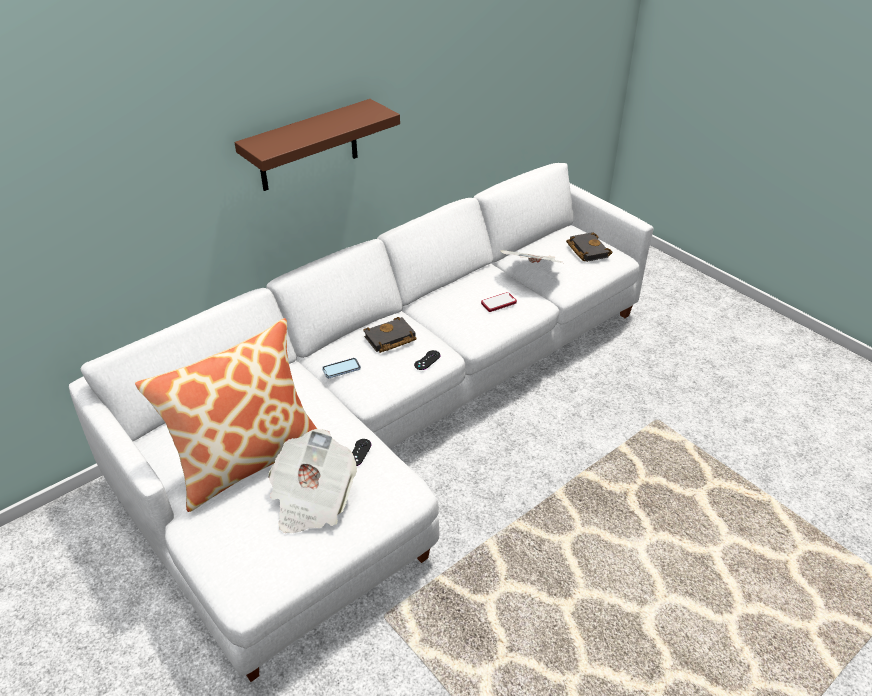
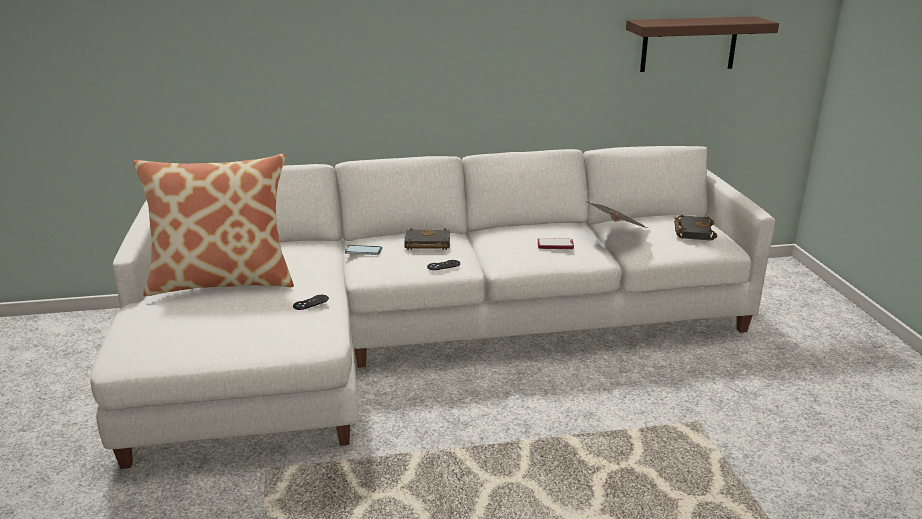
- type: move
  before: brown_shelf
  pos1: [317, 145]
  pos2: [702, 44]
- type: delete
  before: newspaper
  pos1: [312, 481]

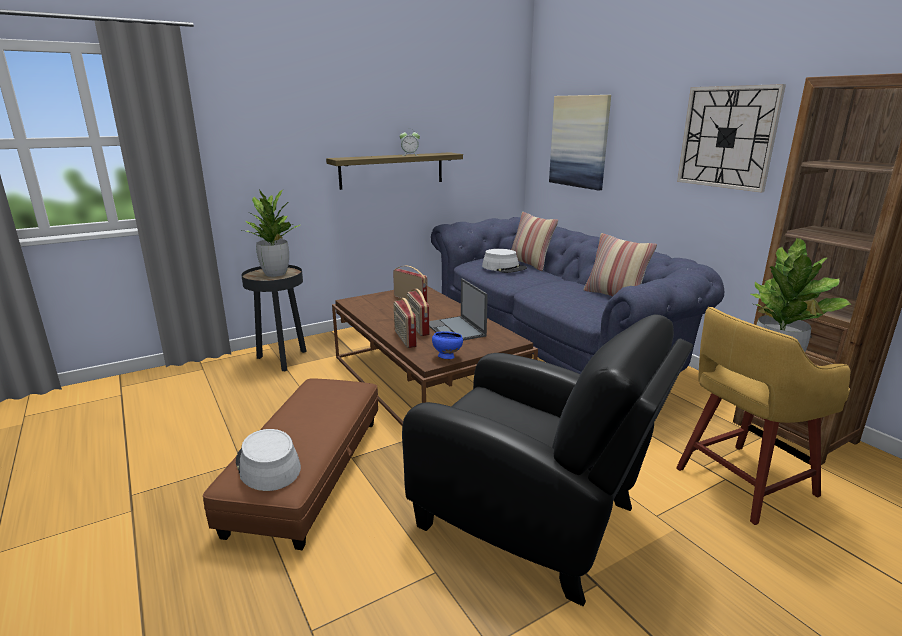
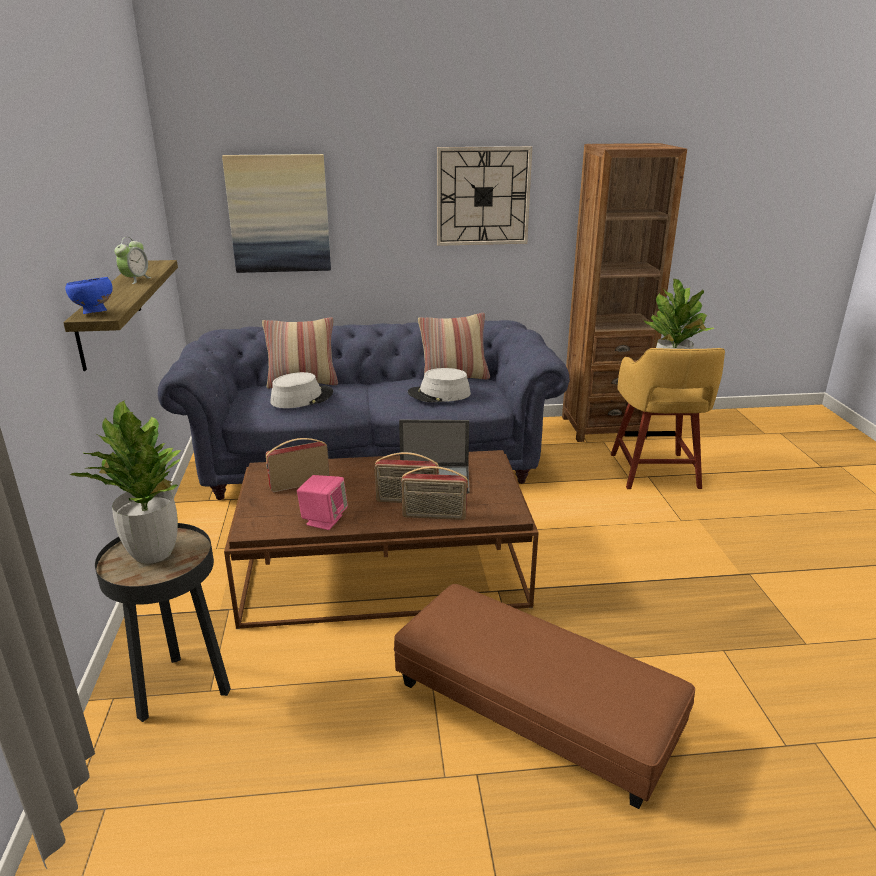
- type: move
  before: grey_hat
  pos1: [268, 460]
  pos2: [439, 385]
- type: delete
  before: black_armchair
  pos1: [547, 460]
- type: move
  before: blue_bowl
  pos1: [447, 345]
  pos2: [89, 295]
- type: insert
  after: pink_speaker
  pos2: [322, 502]

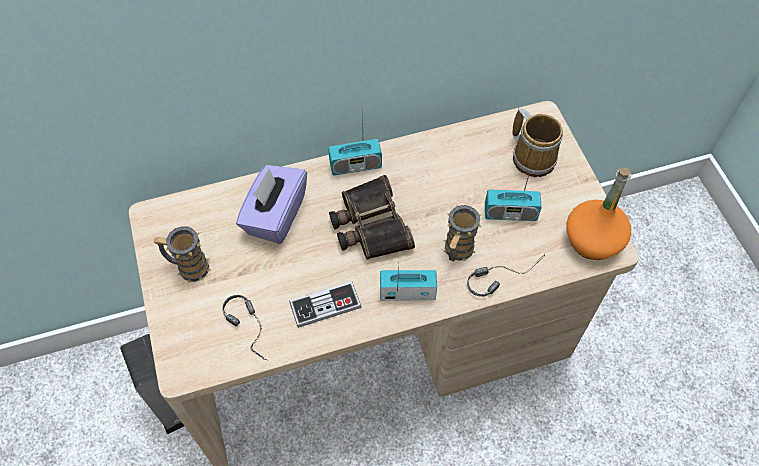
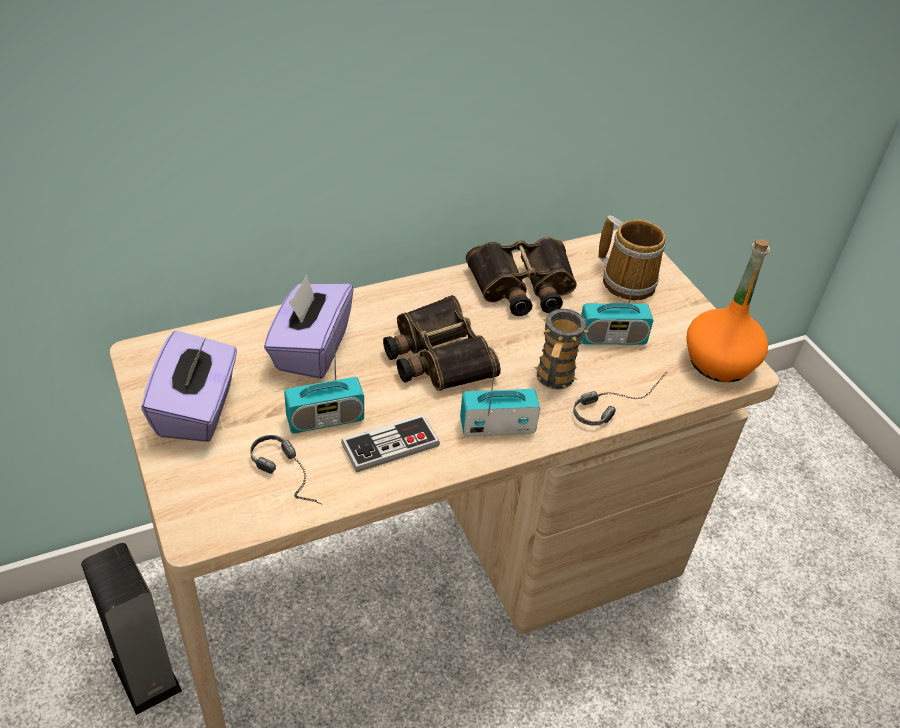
- type: replace
  before: mug
  after: purple_tissue_box
  pos1: [182, 254]
  pos2: [189, 386]
- type: move
  before: radio
  pos1: [355, 145]
  pos2: [324, 381]
- type: insert
  after: binoculars
  pos2: [521, 276]

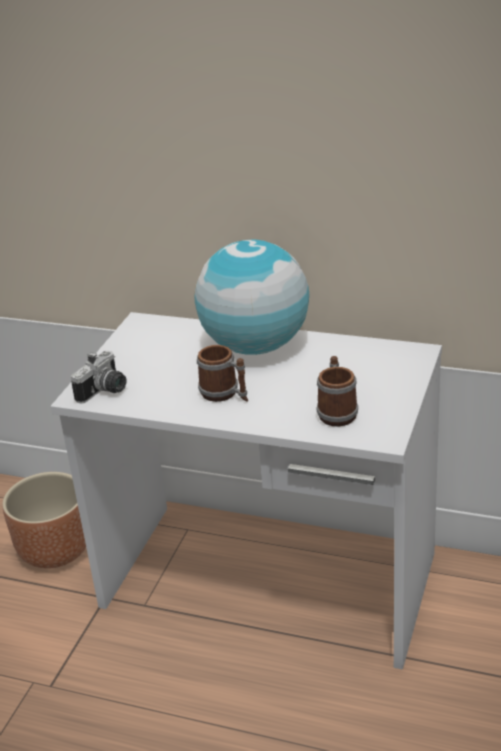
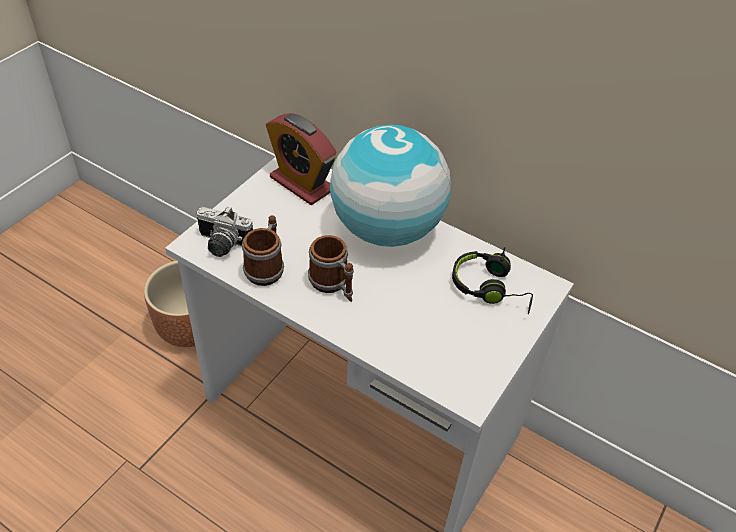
- type: rotate
  before: photo_camera
  pos1: [98, 377]
  pos2: [224, 231]
  turn: 60
- type: move
  before: mug
  pos1: [337, 391]
  pos2: [263, 250]
- type: insert
  after: alarm_clock
  pos2: [301, 159]
- type: insert
  after: black_headphones
  pos2: [492, 280]

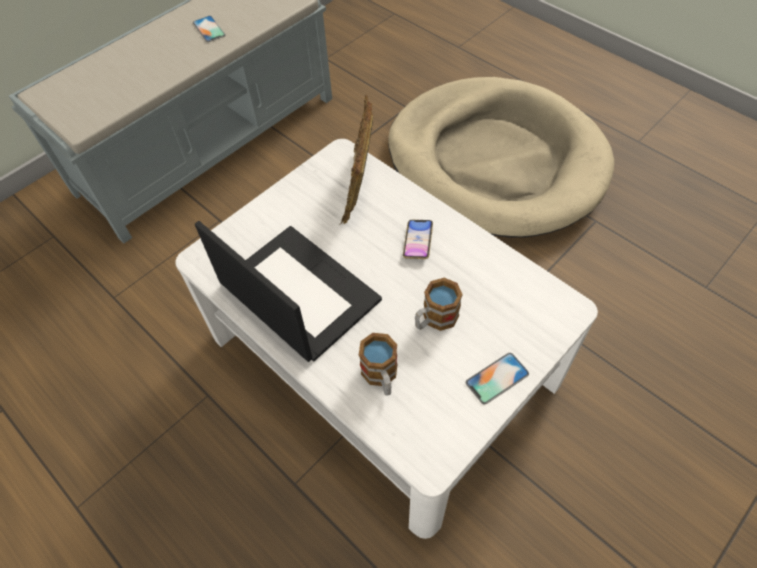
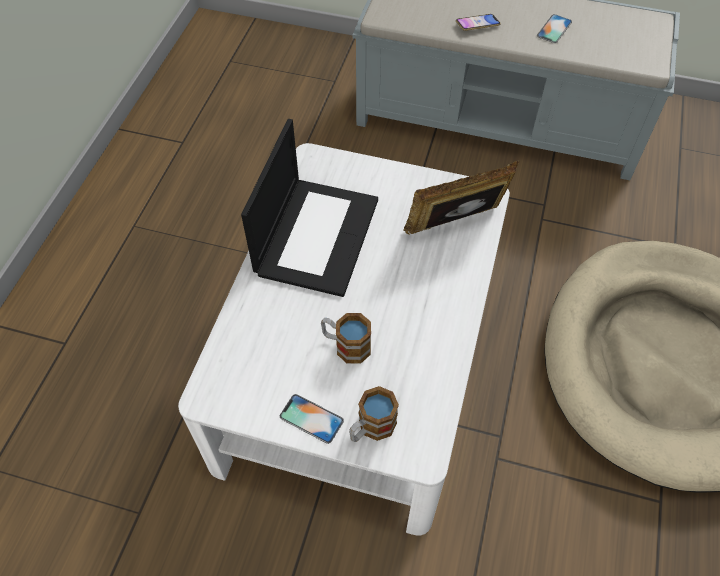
- type: move
  before: mug
  pos1: [378, 364]
  pos2: [374, 414]
- type: move
  before: phone
  pos1: [418, 239]
  pos2: [478, 22]

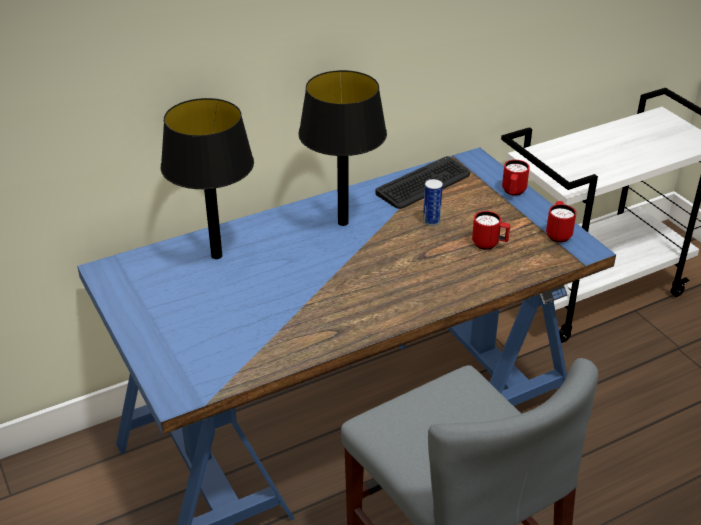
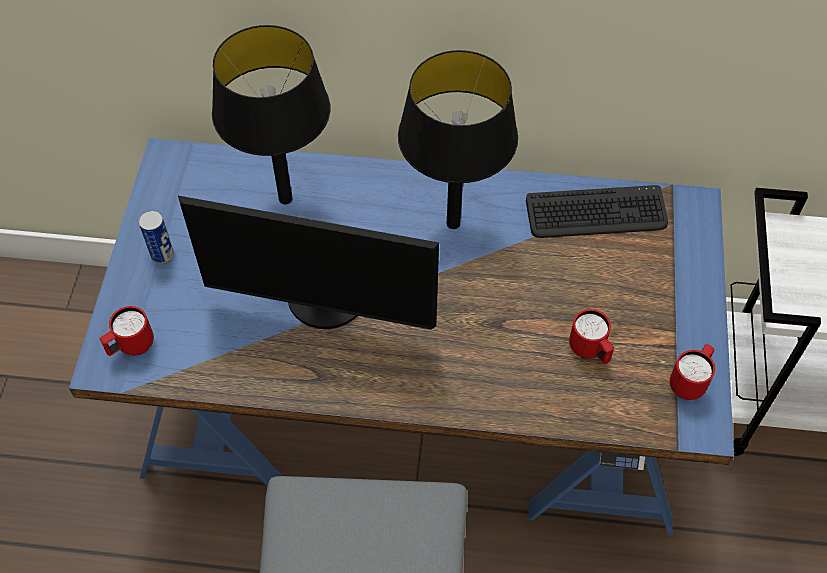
- type: move
  before: can
  pos1: [433, 202]
  pos2: [156, 237]
- type: move
  before: red_mug
  pos1: [516, 178]
  pos2: [127, 331]
- type: insert
  after: monitor
  pos2: [308, 263]

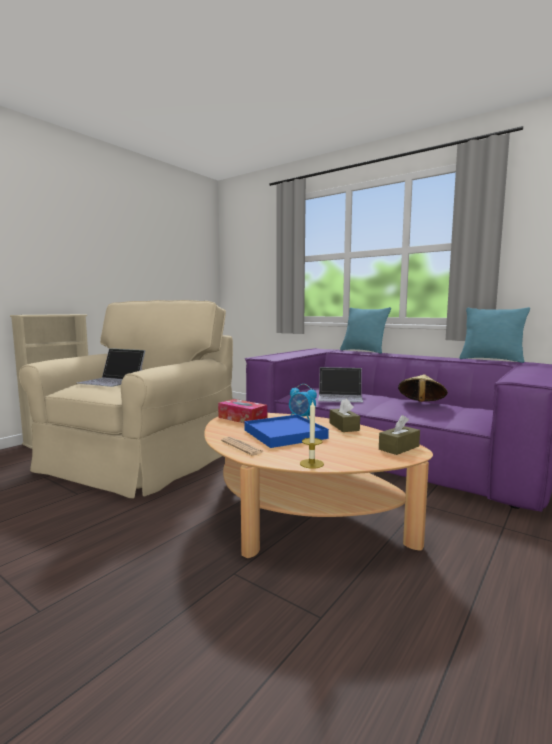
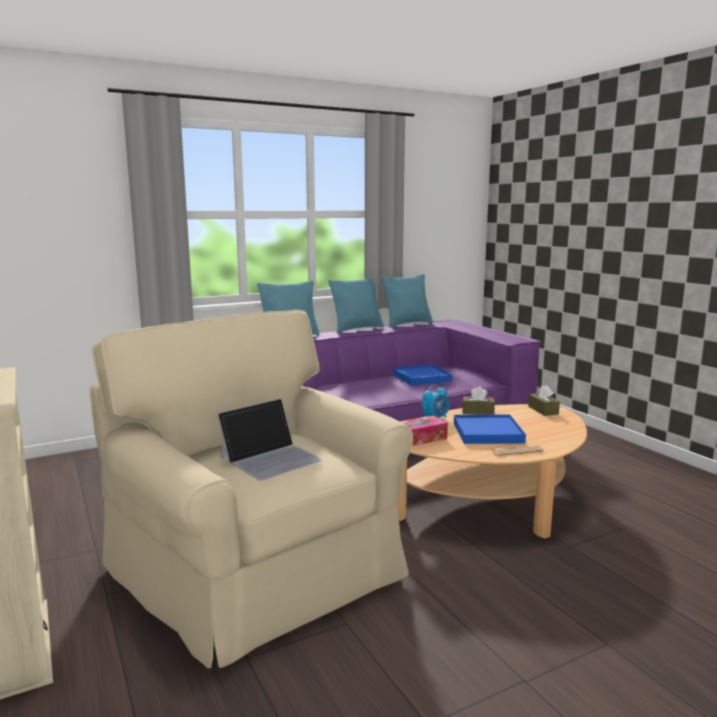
- type: delete
  before: candle
  pos1: [312, 434]
- type: delete
  before: laptop
  pos1: [340, 384]
- type: replace
  before: beige_hat
  after: blue_tray
  pos1: [423, 388]
  pos2: [422, 375]
- type: insert
  after: turquoise_pillow
  pos2: [356, 305]

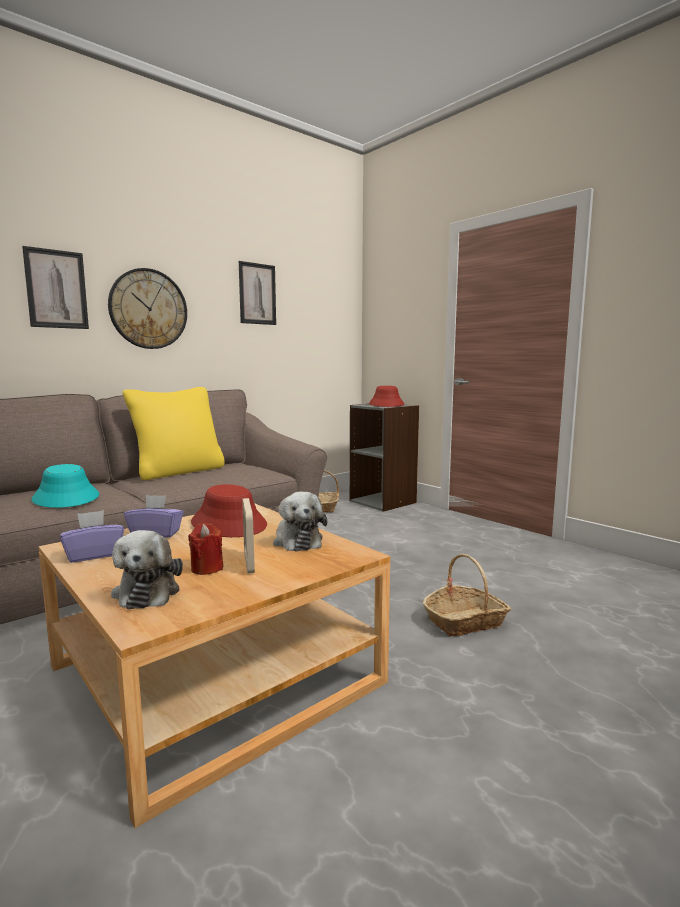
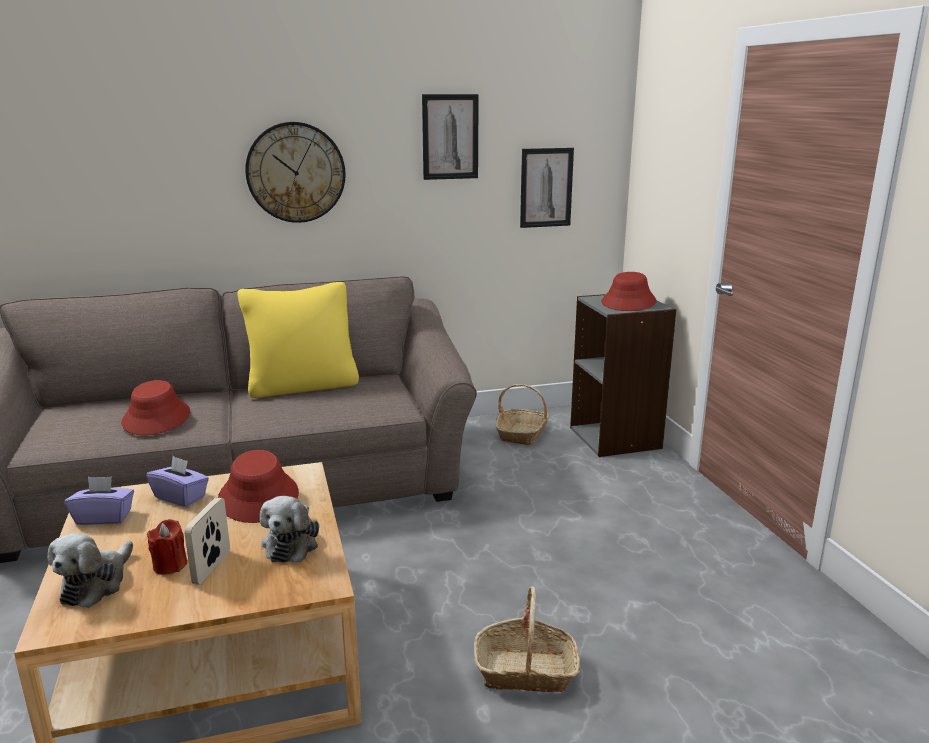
- type: move
  before: picture
  pos1: [55, 287]
  pos2: [547, 188]
- type: recolor
  before: turquoise_hat
  after: red_hat
  pos1: [65, 486]
  pos2: [155, 407]

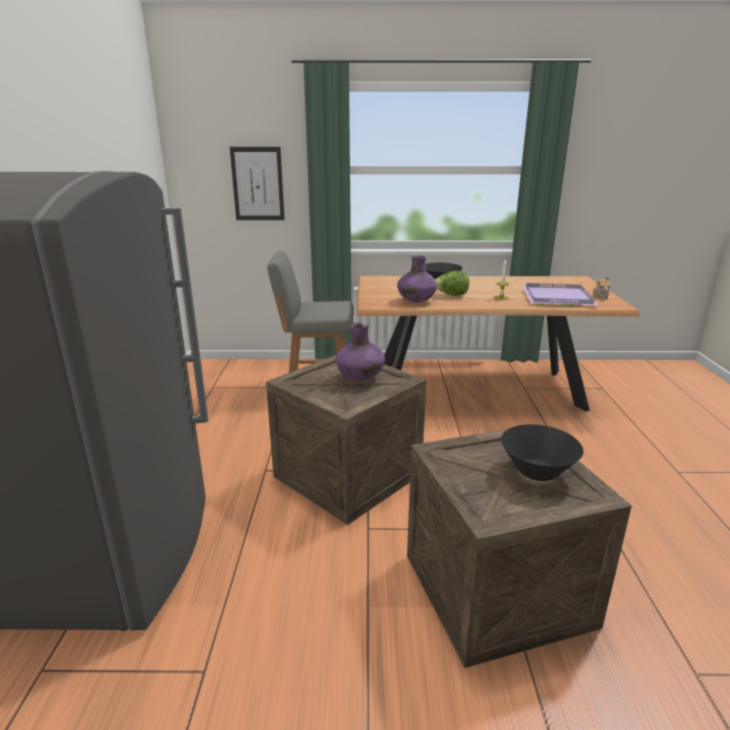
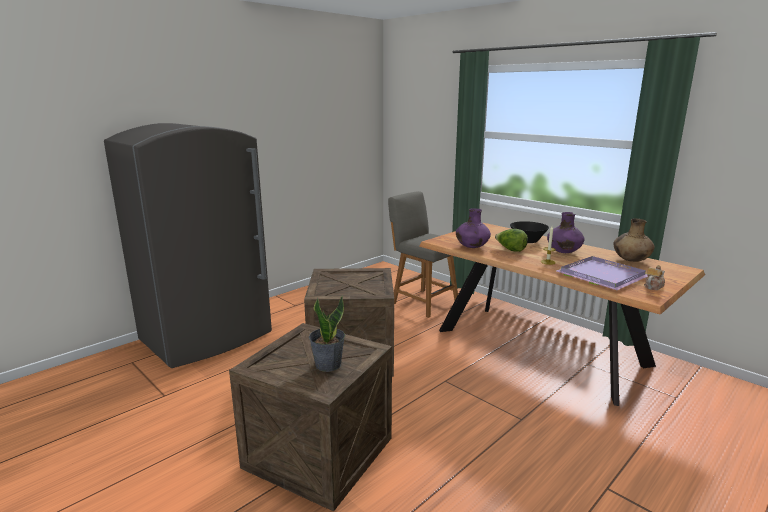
- type: delete
  before: picture
  pos1: [257, 183]
- type: move
  before: purple_vase
  pos1: [360, 351]
  pos2: [566, 232]
- type: replace
  before: black_bowl
  after: potted_plant
  pos1: [542, 452]
  pos2: [327, 334]
- type: insert
  after: brown_vase
  pos2: [634, 240]

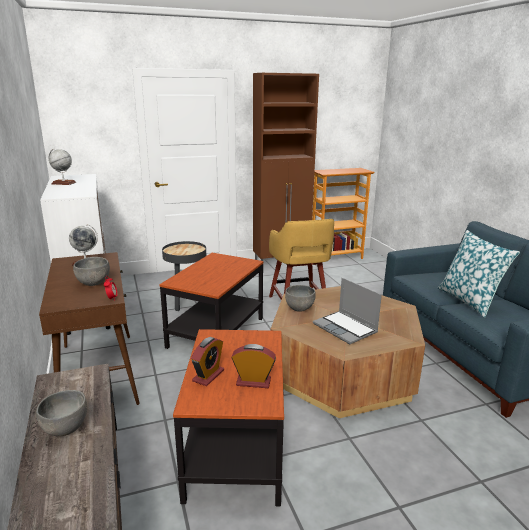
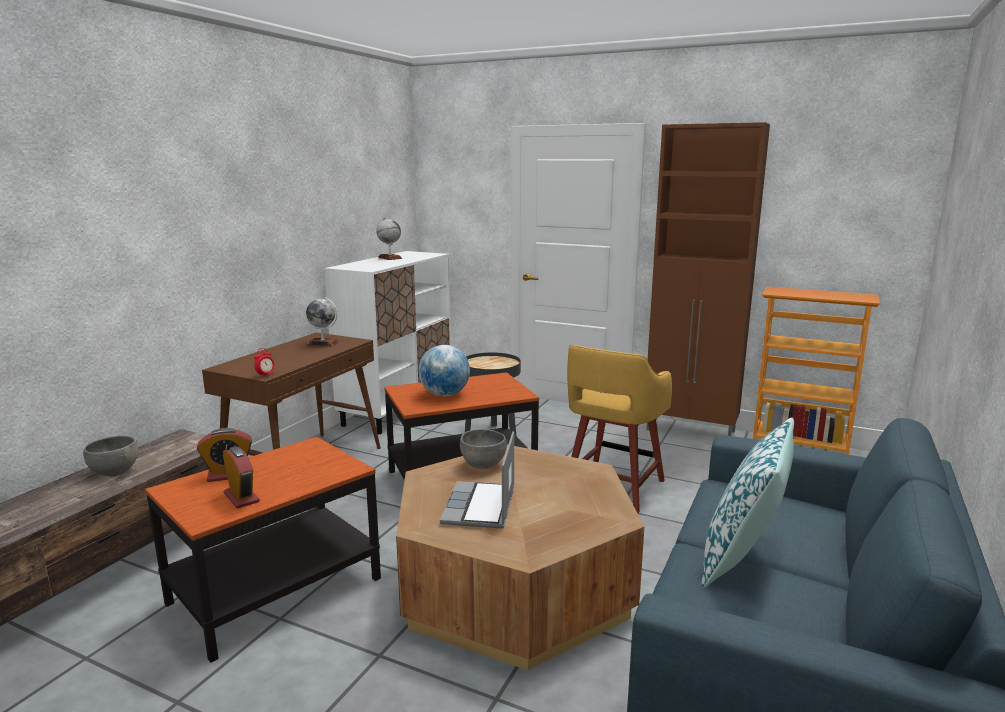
- type: delete
  before: grey_bowl
  pos1: [91, 271]
- type: insert
  after: globe
  pos2: [444, 371]

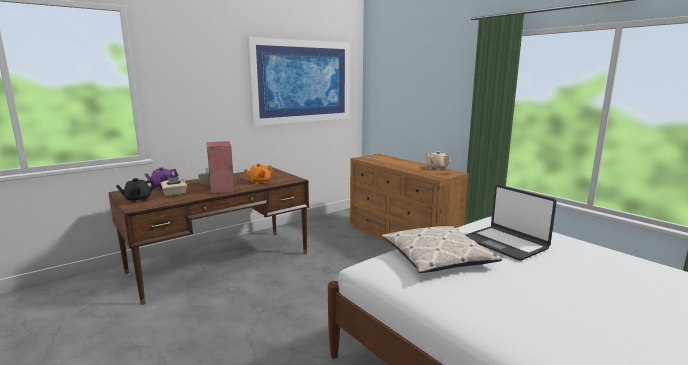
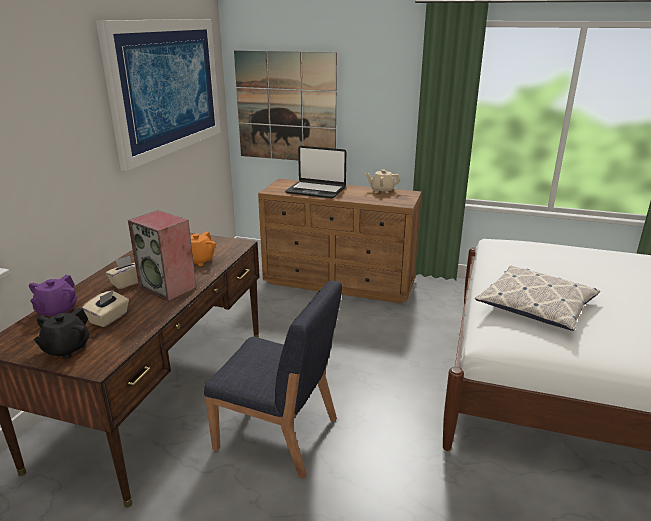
- type: move
  before: laptop
  pos1: [511, 223]
  pos2: [315, 172]
- type: insert
  after: blue_chair
  pos2: [273, 380]
- type: insert
  after: picture
  pos2: [285, 106]

